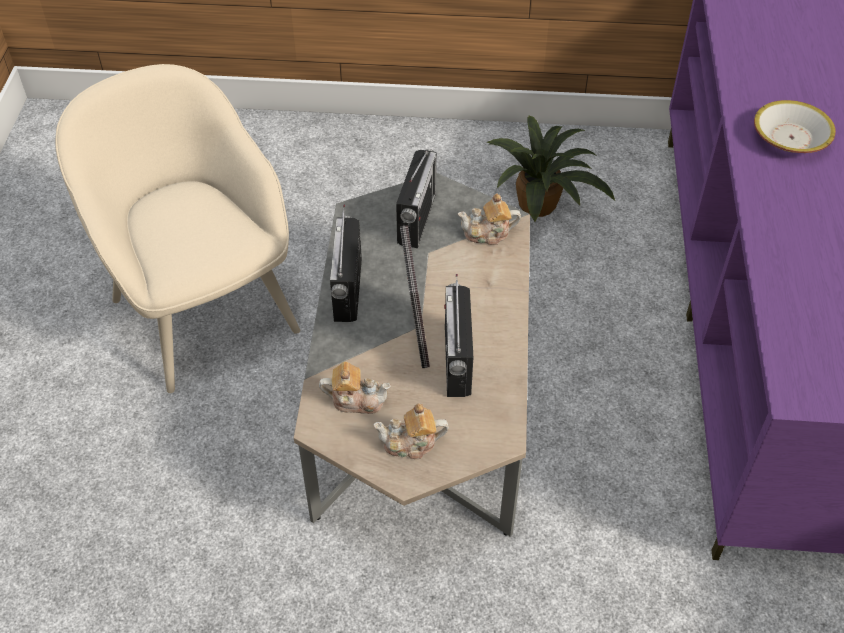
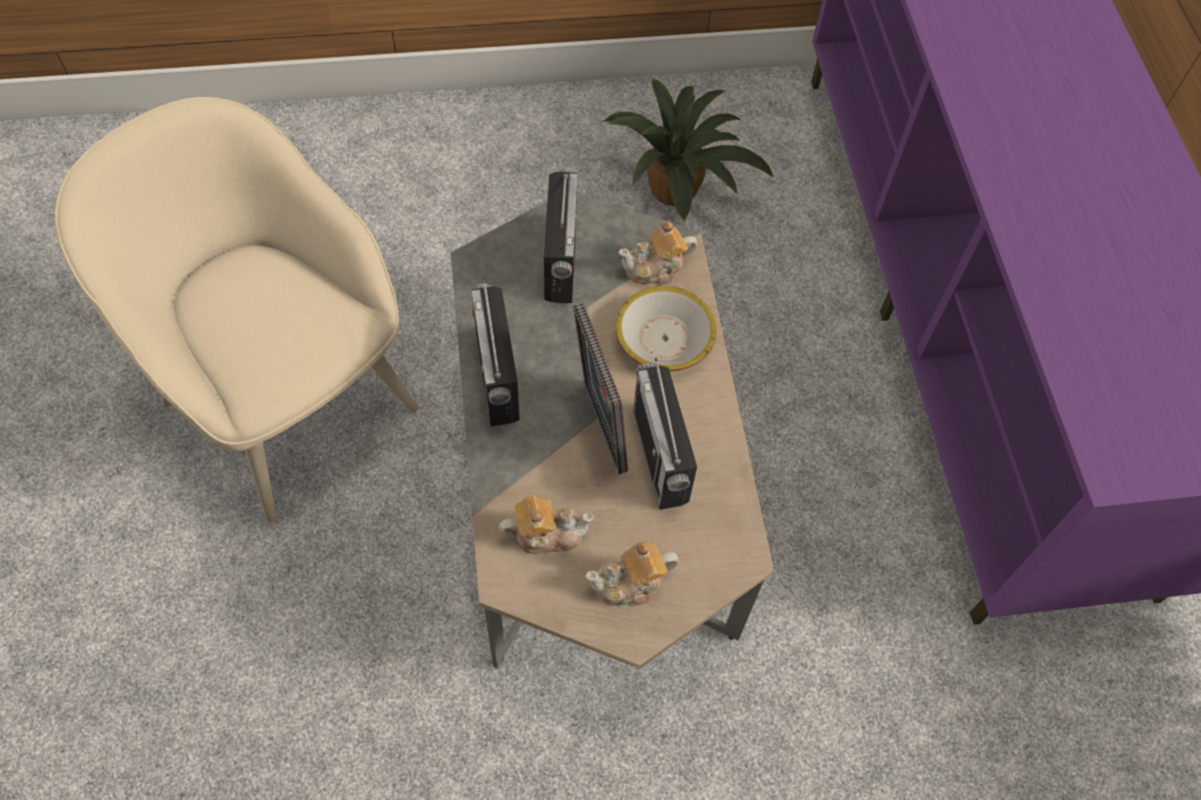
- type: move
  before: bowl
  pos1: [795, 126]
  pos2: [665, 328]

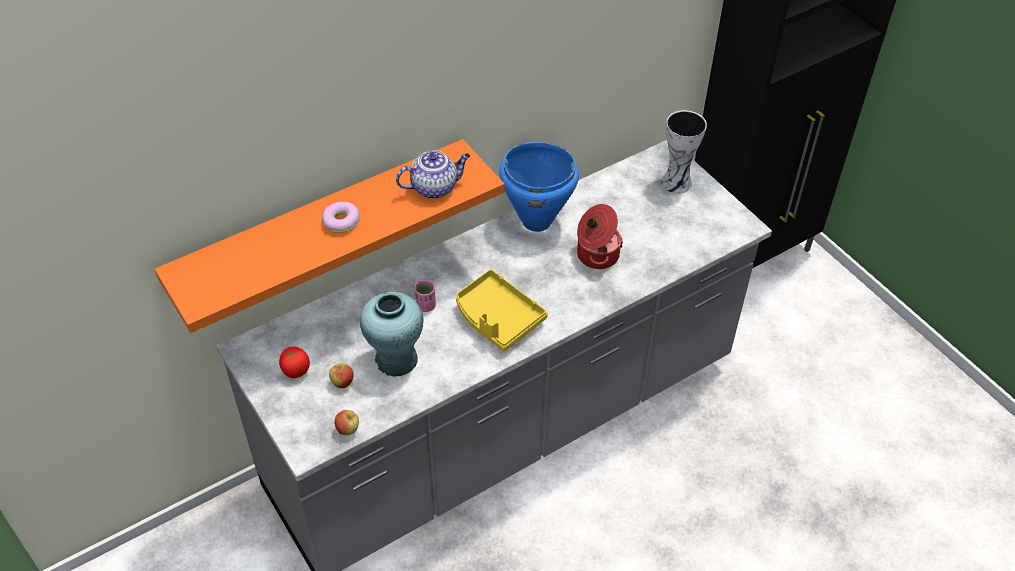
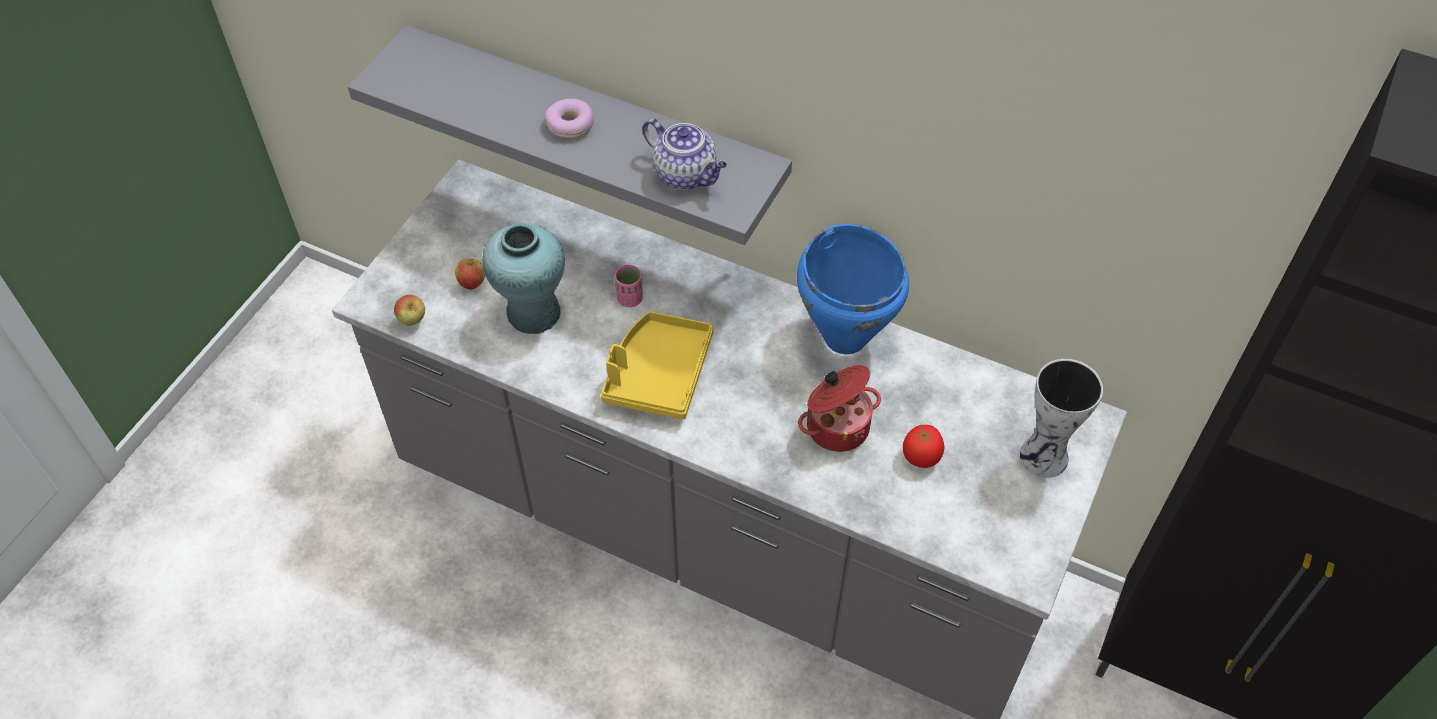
- type: recolor
  before: orange_shelf
  after: grey_shelf
  pos1: [329, 236]
  pos2: [570, 135]
- type: move
  before: tomato
  pos1: [294, 362]
  pos2: [923, 446]

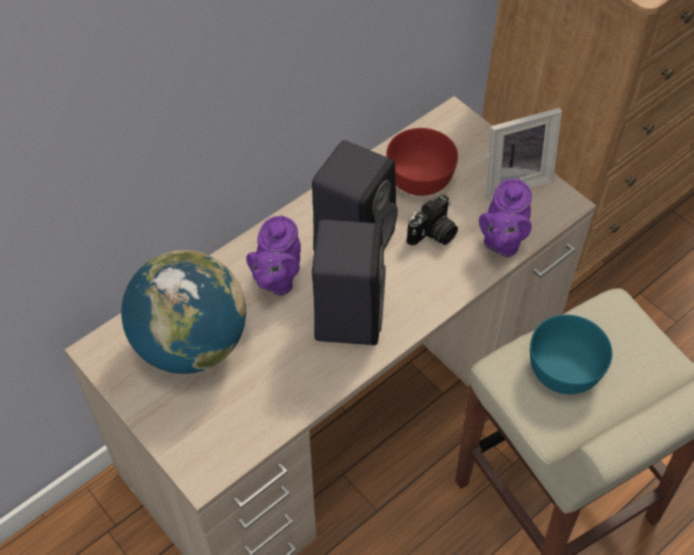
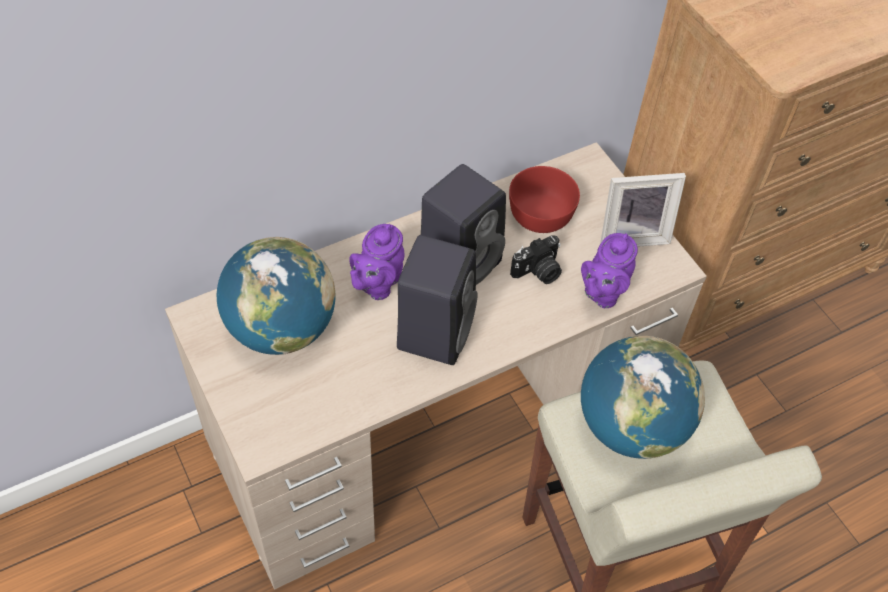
- type: replace
  before: turquoise_bowl
  after: globe
  pos1: [571, 354]
  pos2: [643, 397]

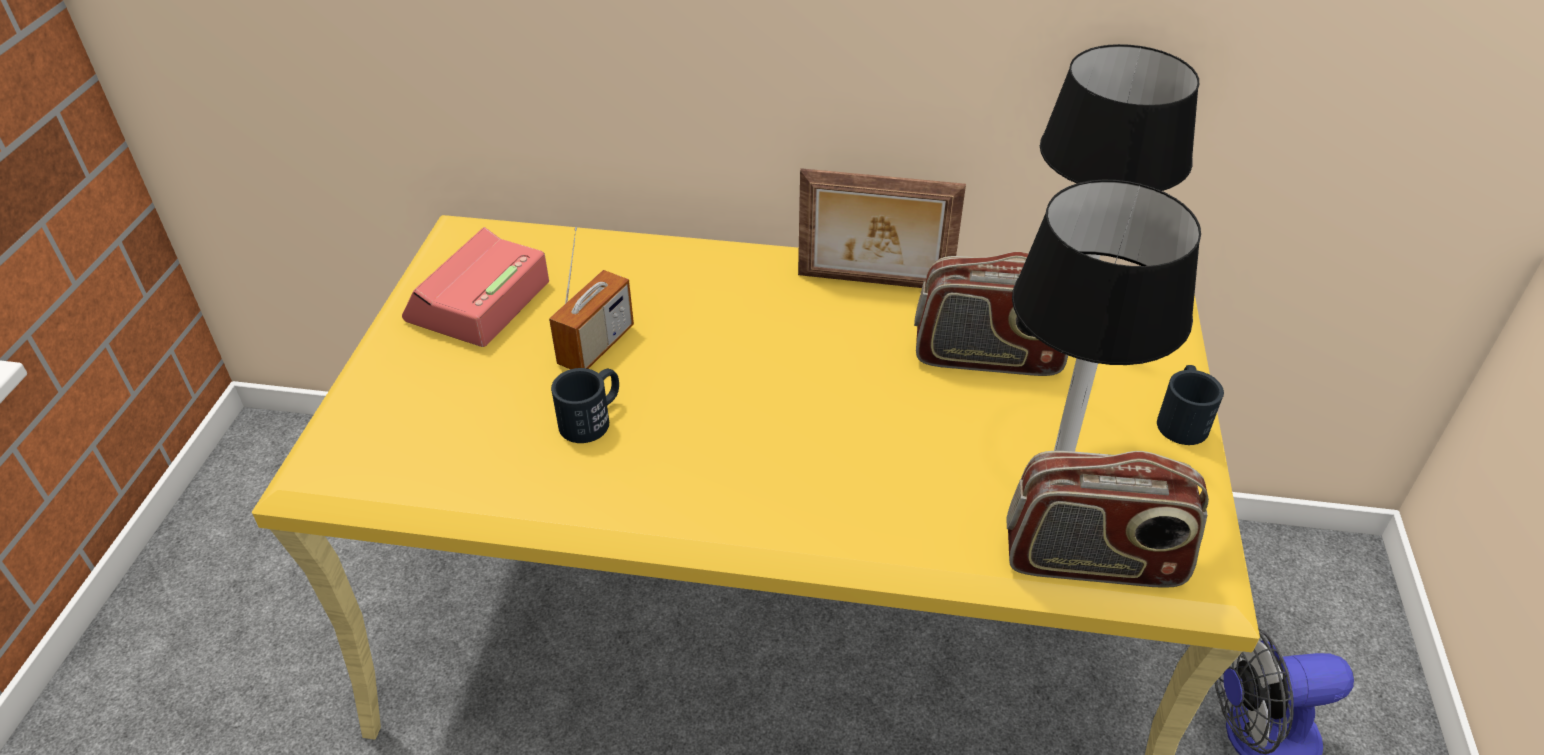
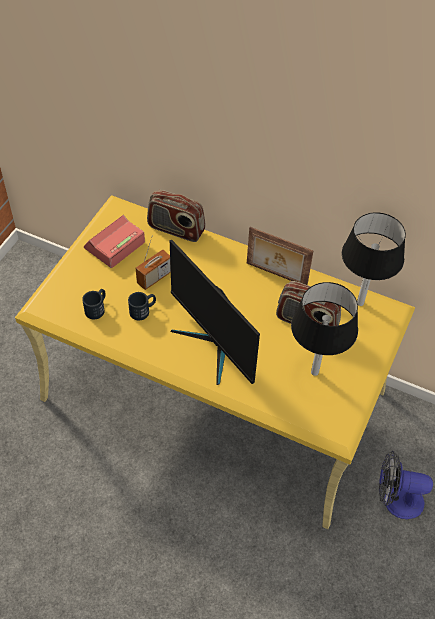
- type: move
  before: radio
  pos1: [1107, 519]
  pos2: [176, 216]
- type: move
  before: black_mug
  pos1: [1190, 405]
  pos2: [93, 304]
- type: insert
  after: monitor
  pos2: [215, 312]

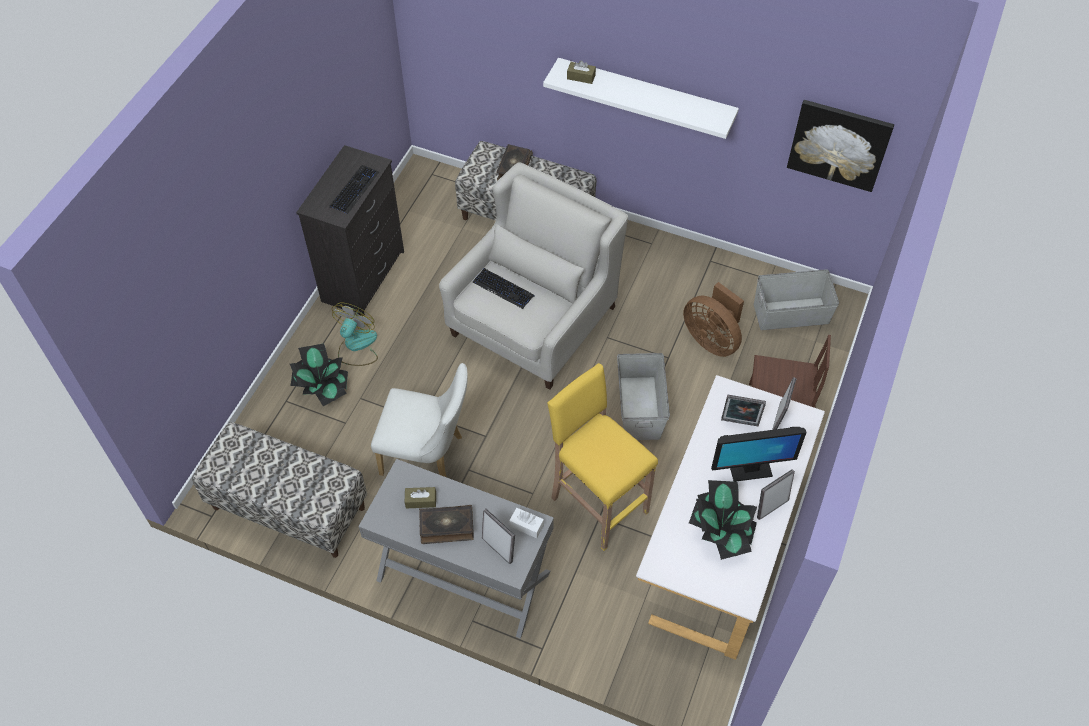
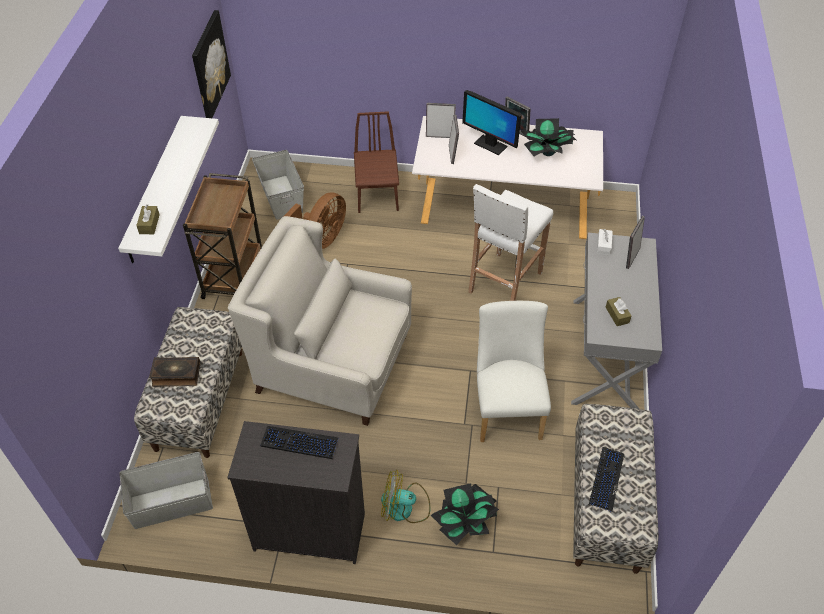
- type: delete
  before: book
  pos1: [446, 524]
- type: move
  before: keyboard
  pos1: [504, 288]
  pos2: [606, 479]
- type: recolor
  before: yellow_stool
  after: white_stool
  pos1: [602, 457]
  pos2: [510, 242]
- type: move
  before: grey_storage_box
  pos1: [643, 396]
  pos2: [166, 490]
- type: rotate
  before: monitor
  pos1: [759, 454]
  pos2: [492, 122]
  turn: 150
- type: insert
  after: brown_cart
  pos2: [222, 236]

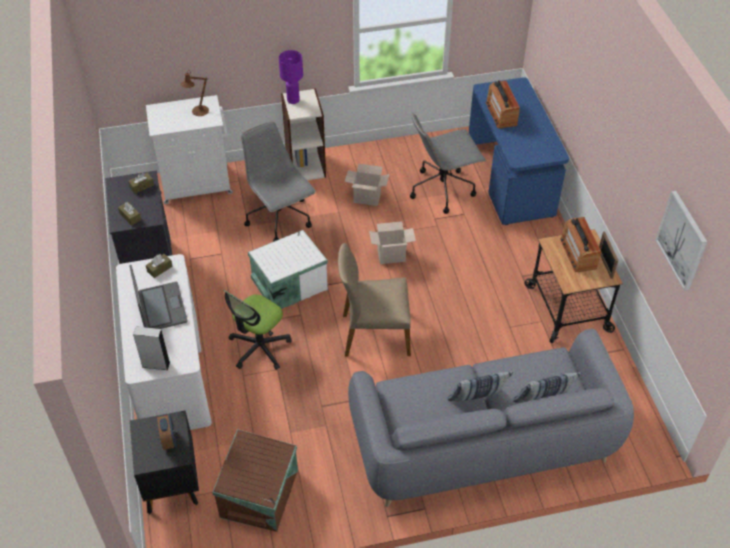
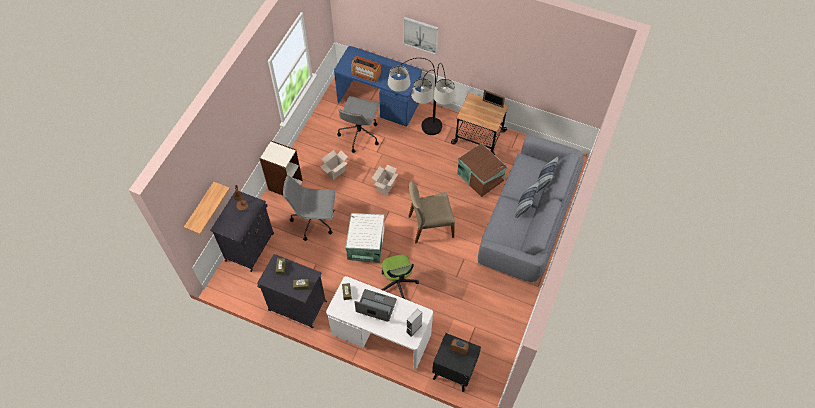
- type: recolor
  before: white_cabinet
  after: black_cabinet
  pos1: [189, 149]
  pos2: [242, 231]
- type: move
  before: brown_storage_box
  pos1: [255, 480]
  pos2: [482, 170]
- type: delete
  before: purple_table_lamp
  pos1: [291, 77]
- type: rotate
  before: beige_chair
  pos1: [374, 300]
  pos2: [432, 212]
  turn: 45
- type: delete
  before: radio
  pos1: [580, 244]
- type: move
  before: picture
  pos1: [681, 241]
  pos2: [421, 36]
- type: insert
  after: shelf
  pos2: [207, 208]
- type: insert
  after: floor_lamp
  pos2: [422, 96]

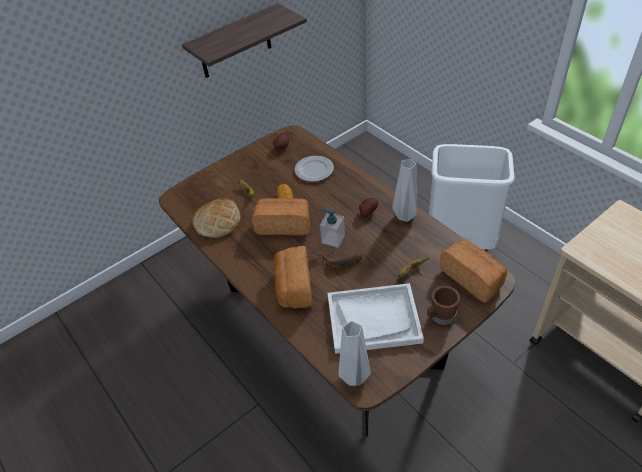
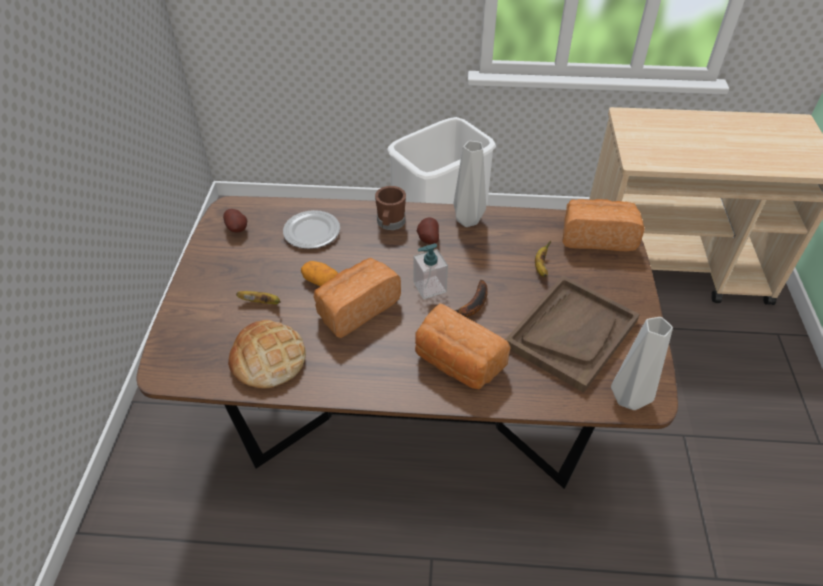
- type: delete
  before: shelf
  pos1: [244, 40]
- type: recolor
  before: white_tray
  after: brown_tray
  pos1: [376, 318]
  pos2: [572, 334]
- type: move
  before: brown_mug
  pos1: [443, 305]
  pos2: [390, 208]

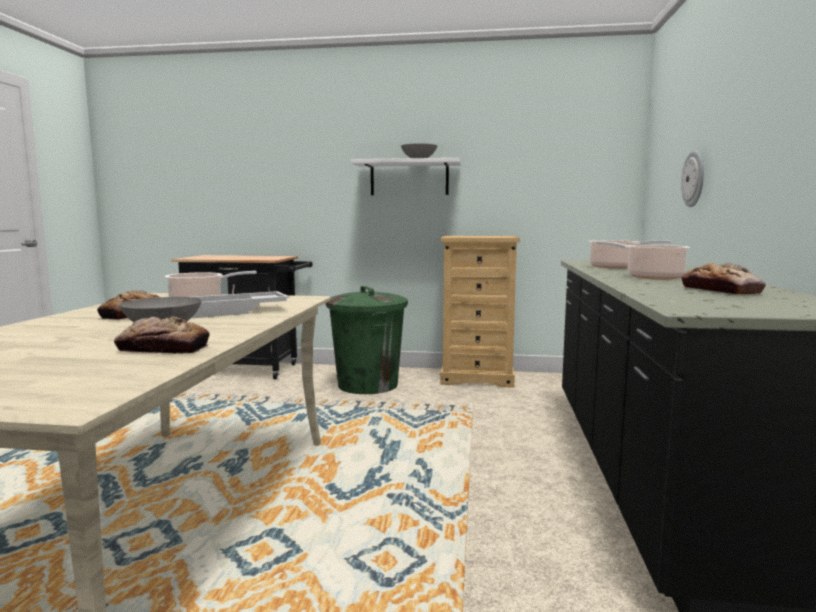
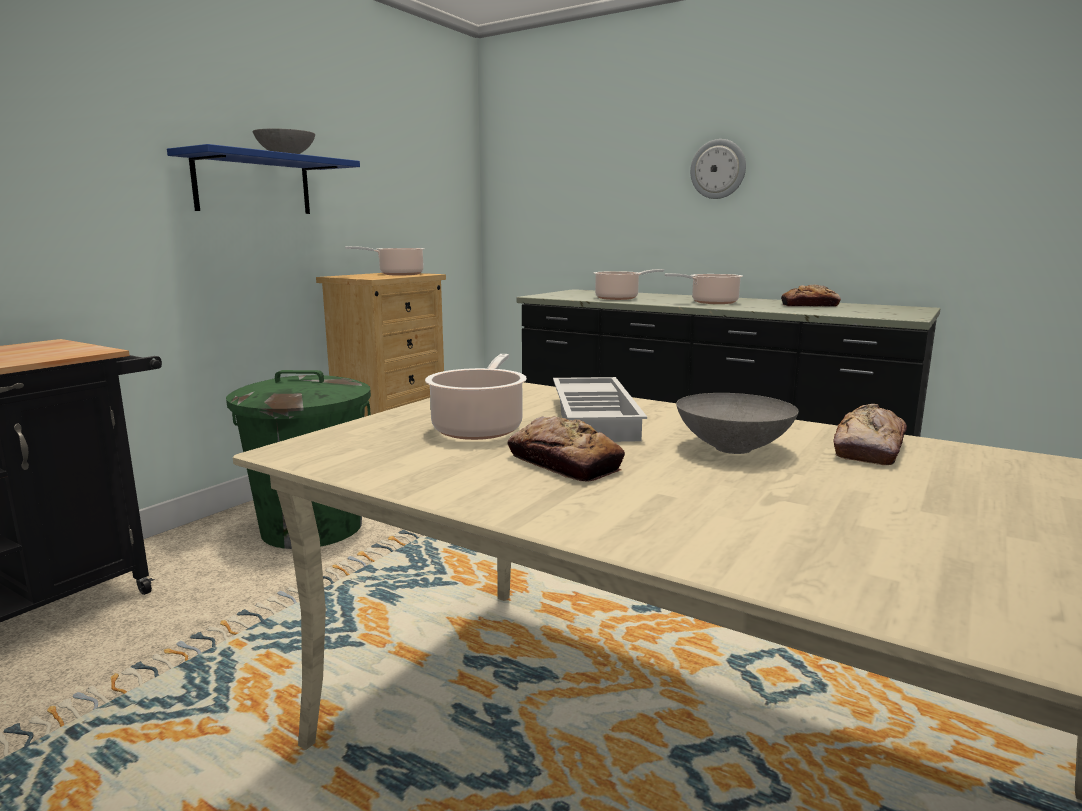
- type: recolor
  before: white_shelf
  after: blue_shelf
  pos1: [406, 176]
  pos2: [263, 179]
- type: move
  before: wall_clock
  pos1: [692, 178]
  pos2: [718, 169]
- type: insert
  after: cooking_pot
  pos2: [385, 260]

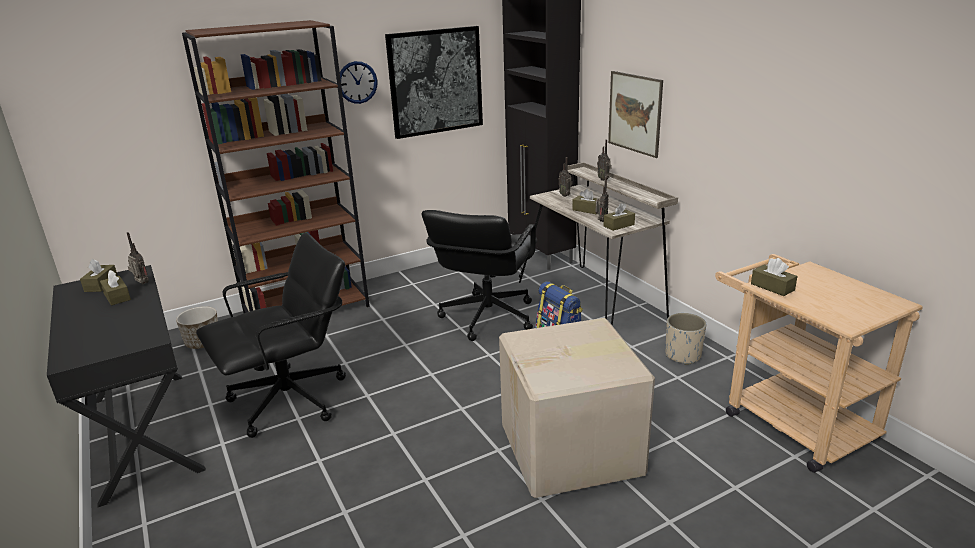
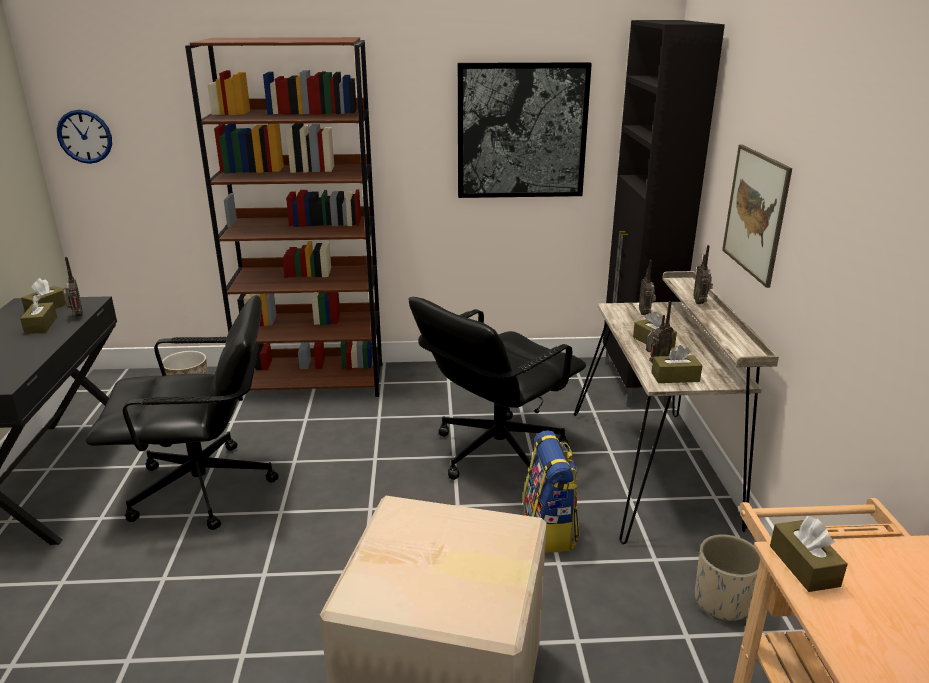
- type: move
  before: wall_clock
  pos1: [359, 82]
  pos2: [84, 137]

